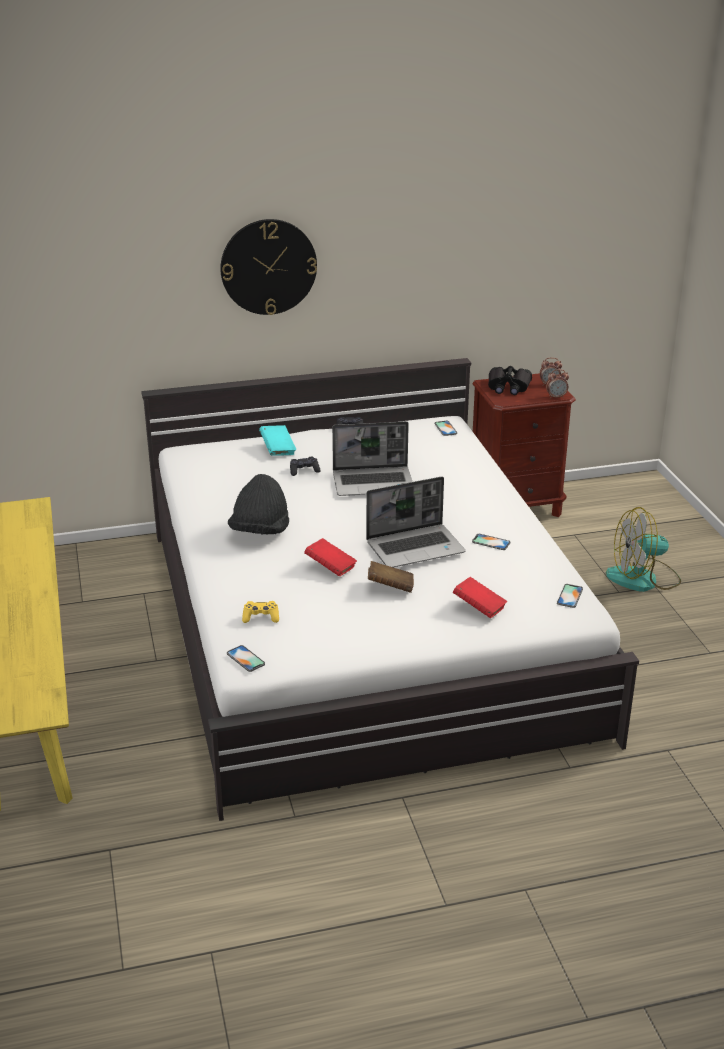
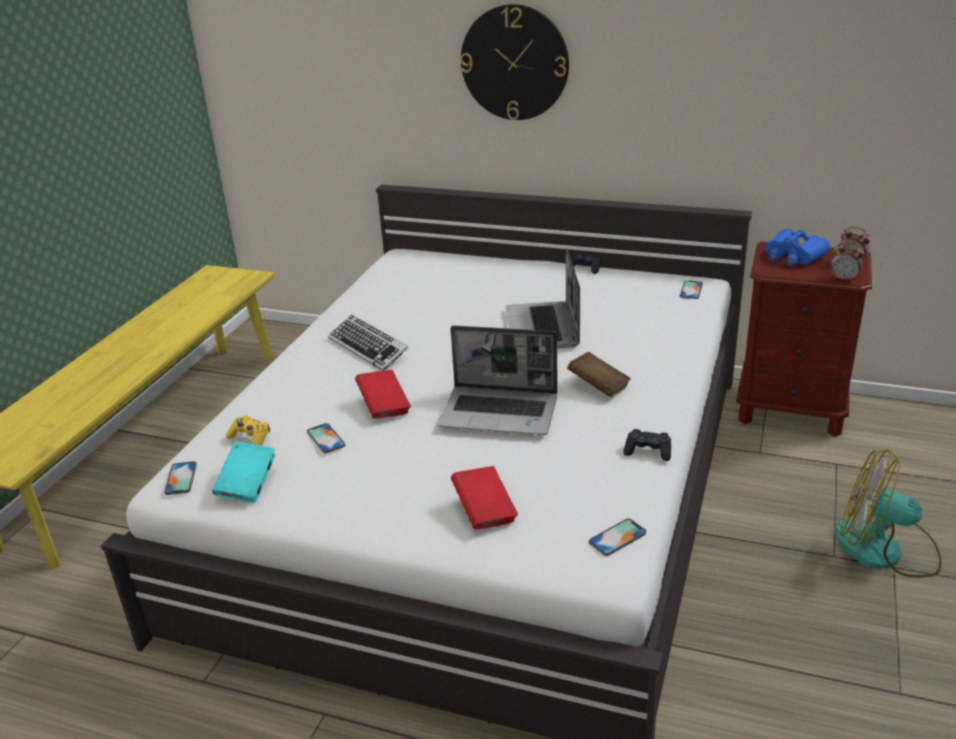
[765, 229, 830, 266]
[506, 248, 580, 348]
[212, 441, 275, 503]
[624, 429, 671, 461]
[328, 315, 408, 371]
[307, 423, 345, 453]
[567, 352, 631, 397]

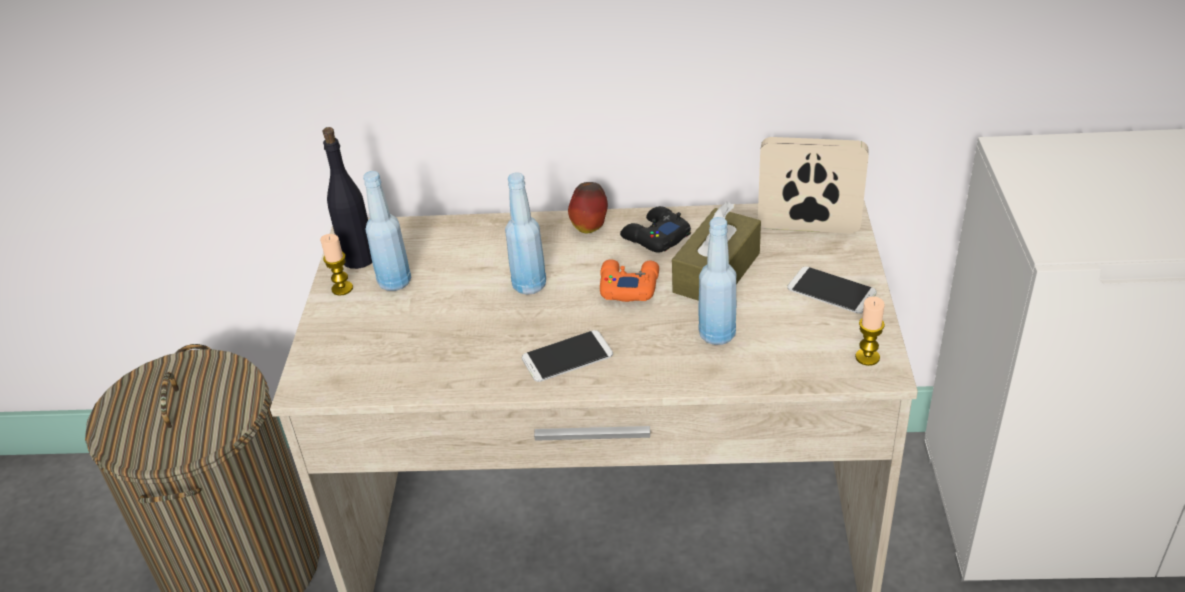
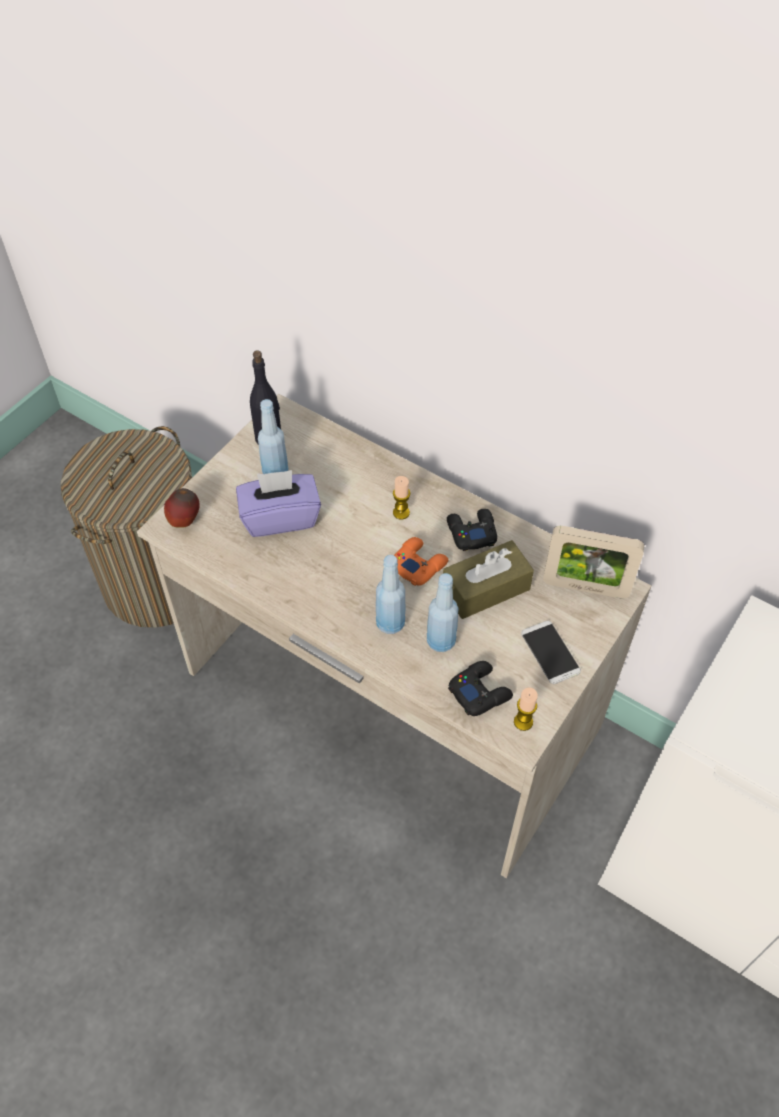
[543, 526, 644, 599]
[376, 555, 405, 634]
[164, 488, 200, 528]
[393, 476, 410, 520]
[522, 330, 613, 382] (first image)
[236, 470, 321, 537]
[448, 661, 513, 716]

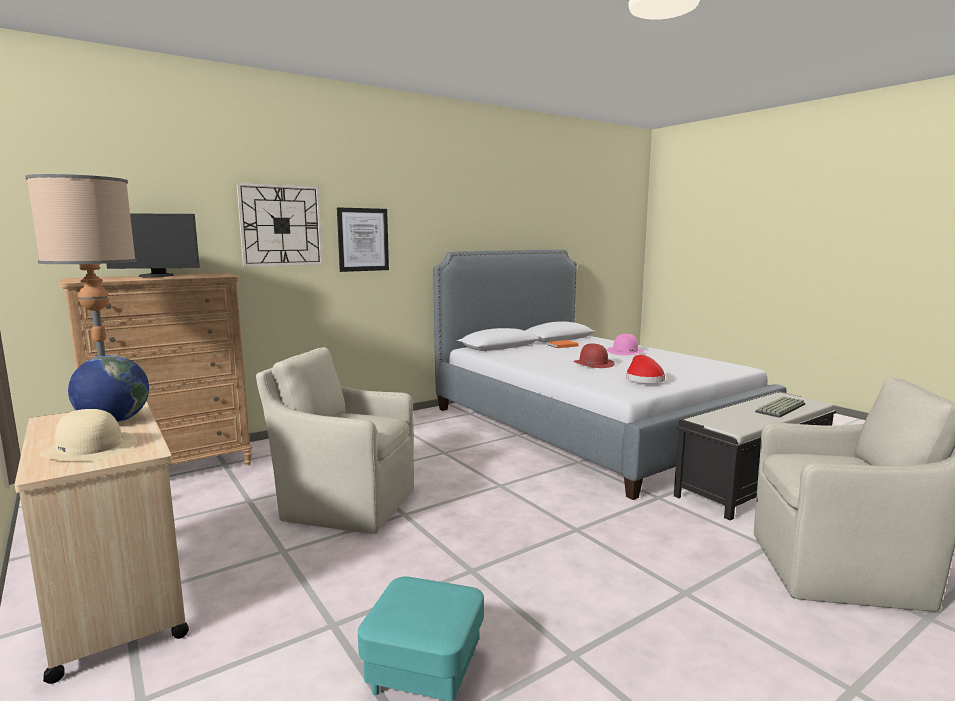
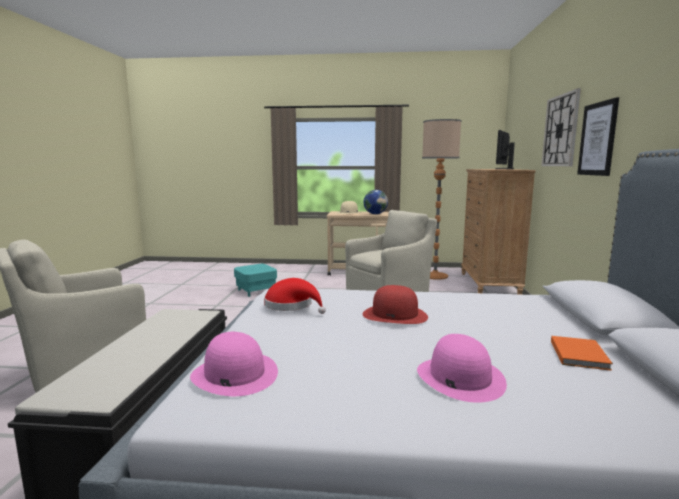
[755, 396, 805, 418] (first image)
[190, 332, 278, 396]

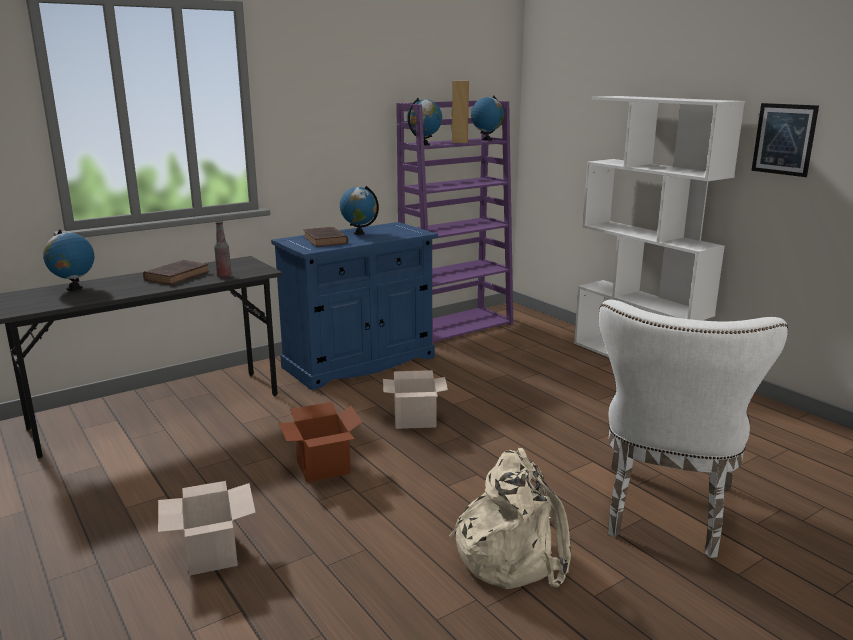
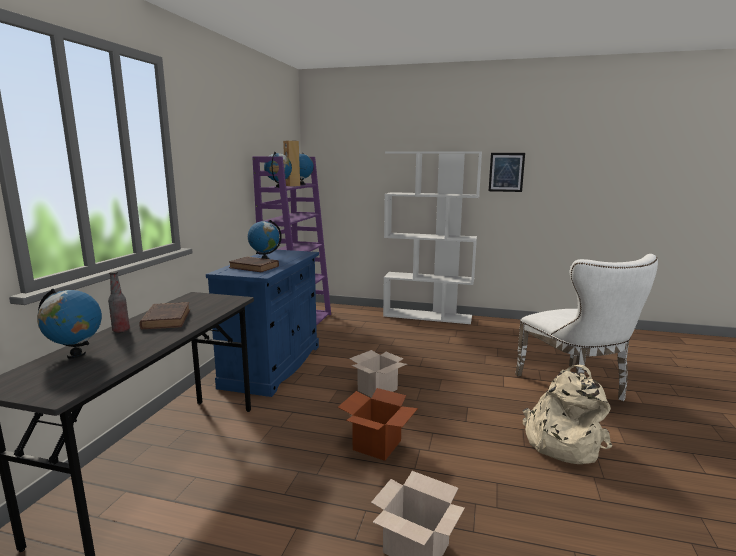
[108, 271, 130, 333]

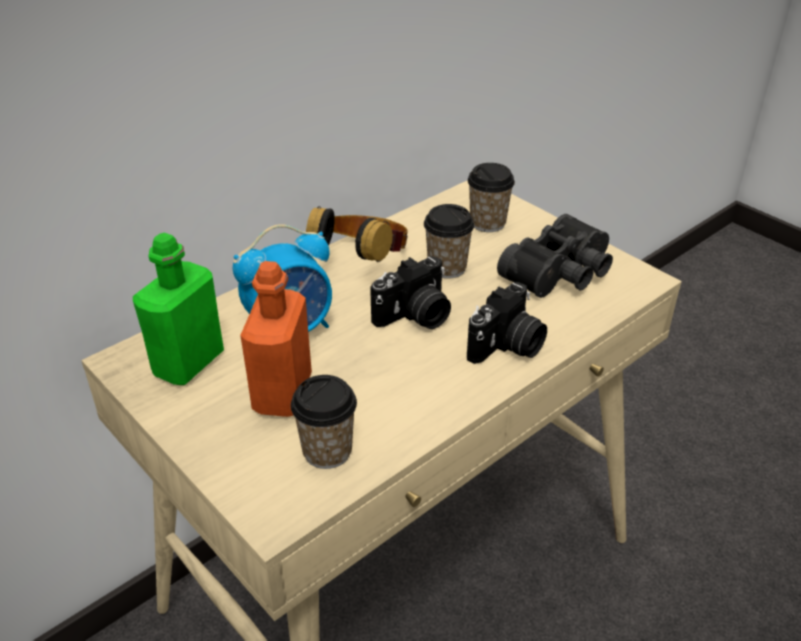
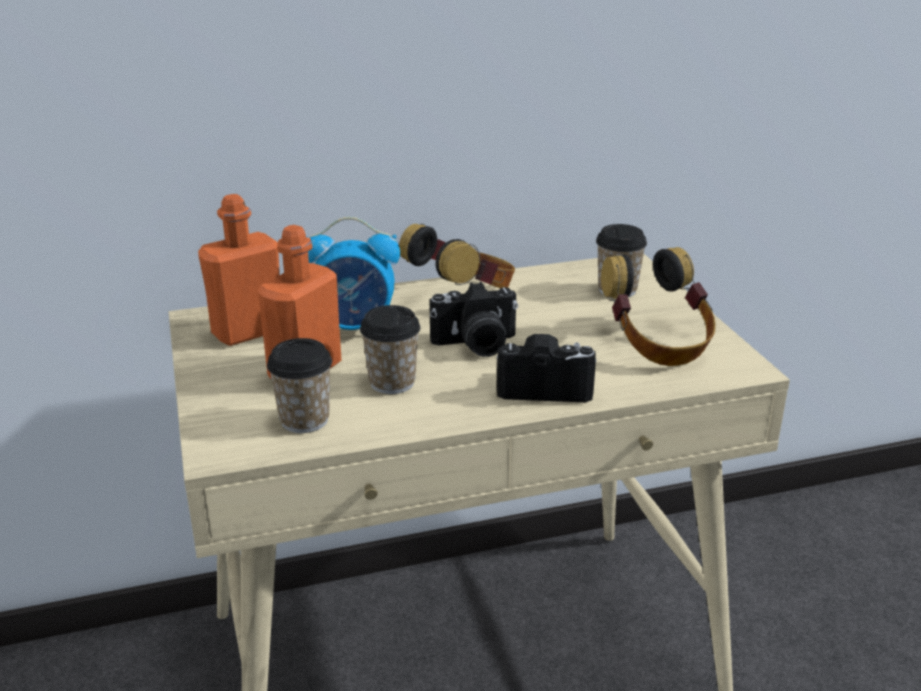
[360, 305, 421, 394]
[601, 247, 715, 366]
[198, 194, 280, 346]
[497, 334, 597, 402]

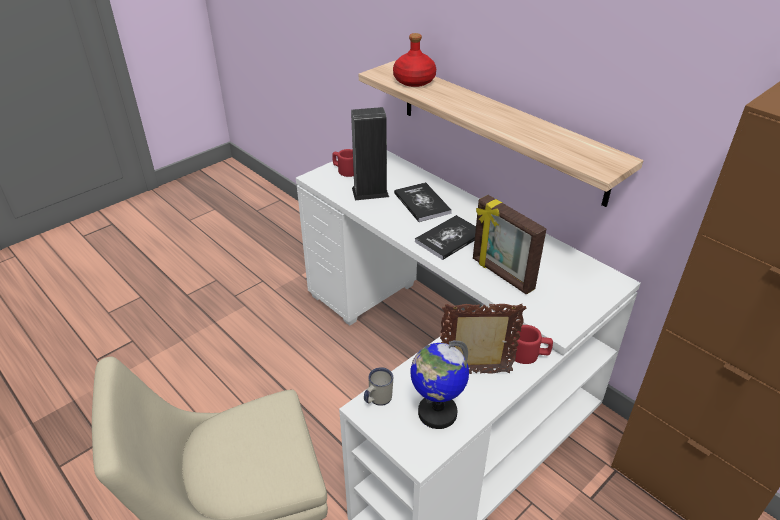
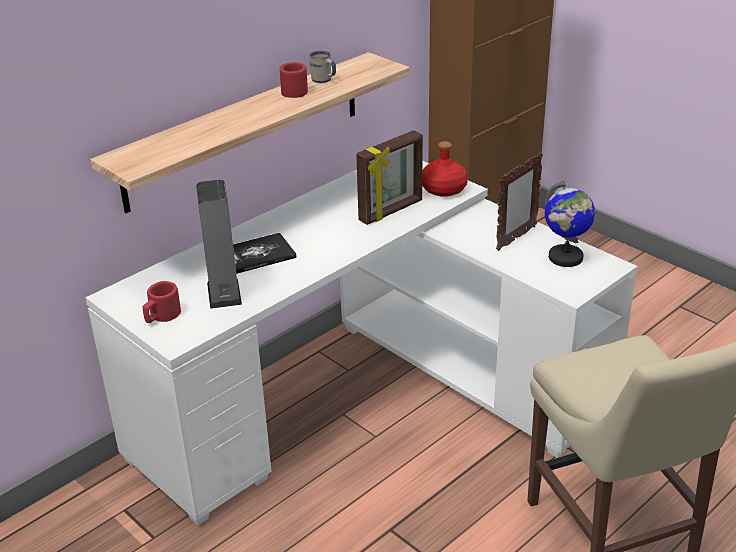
[422, 141, 468, 197]
[415, 215, 476, 260] (first image)
[496, 152, 543, 251]
[280, 62, 308, 98]
[309, 51, 336, 83]

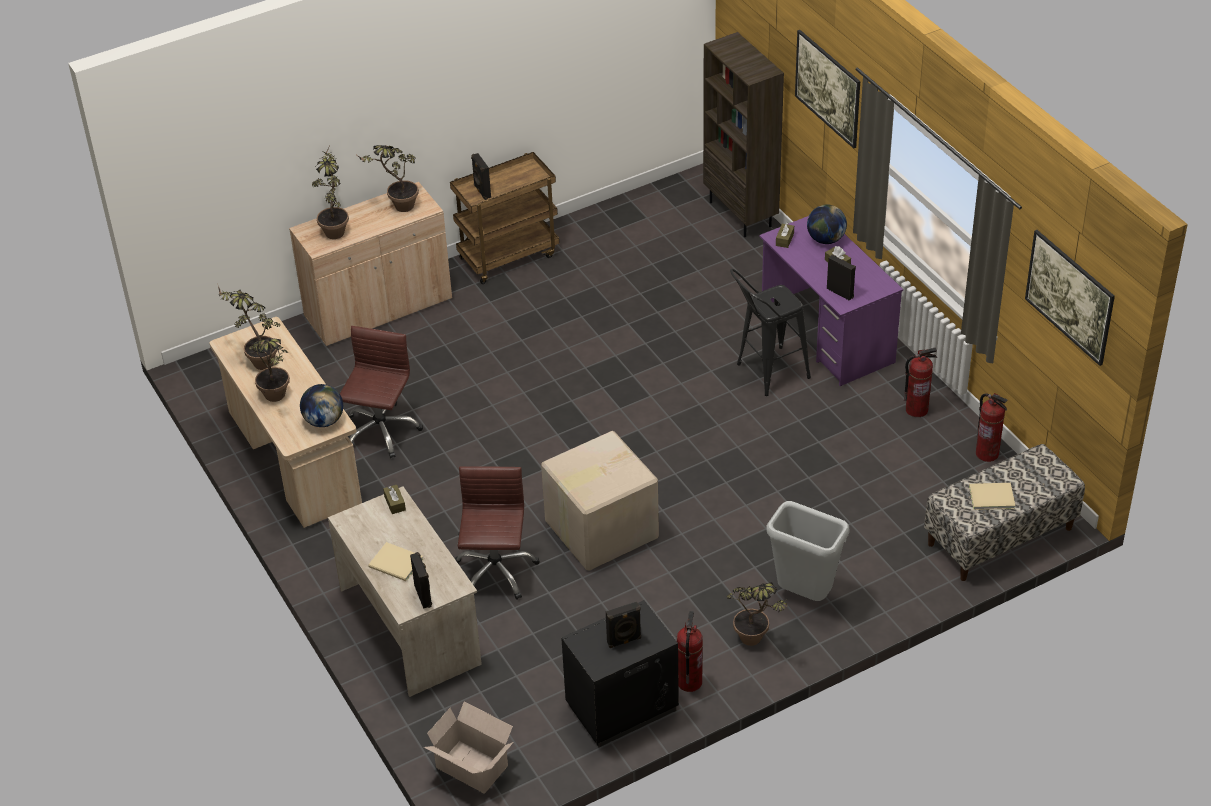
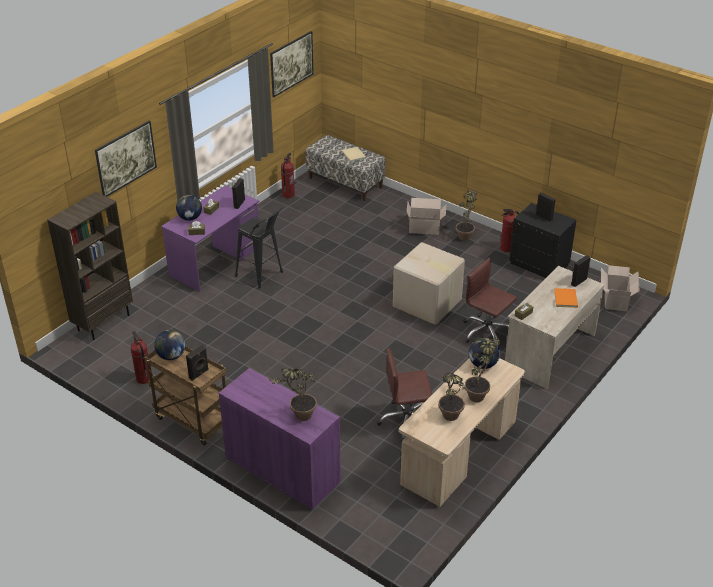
[357, 145, 419, 212] (first image)
[219, 368, 341, 510]
[131, 331, 150, 384]
[464, 258, 517, 347]
[406, 198, 446, 235]
[554, 288, 578, 308]
[154, 330, 185, 360]

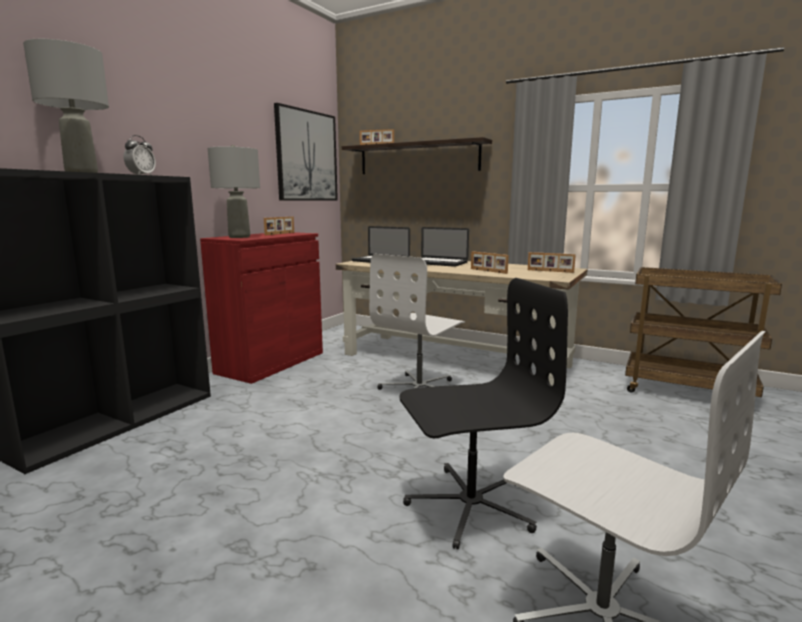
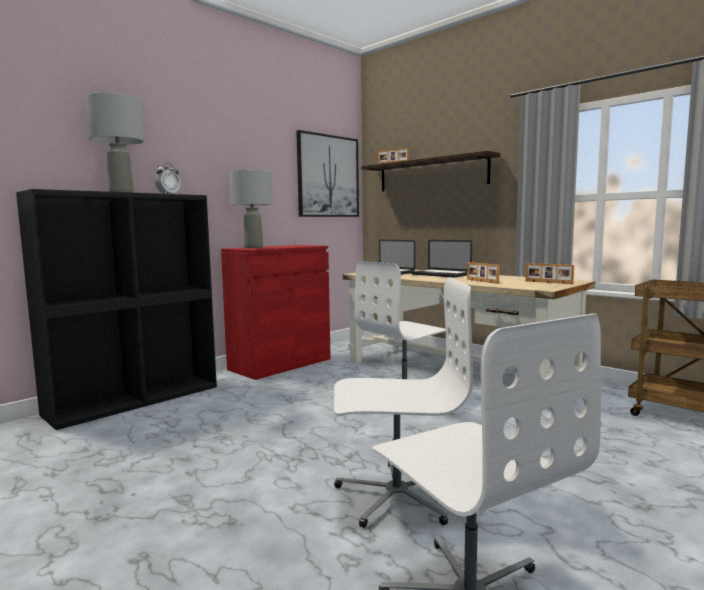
[264, 217, 294, 235] (first image)
[334, 277, 473, 528]

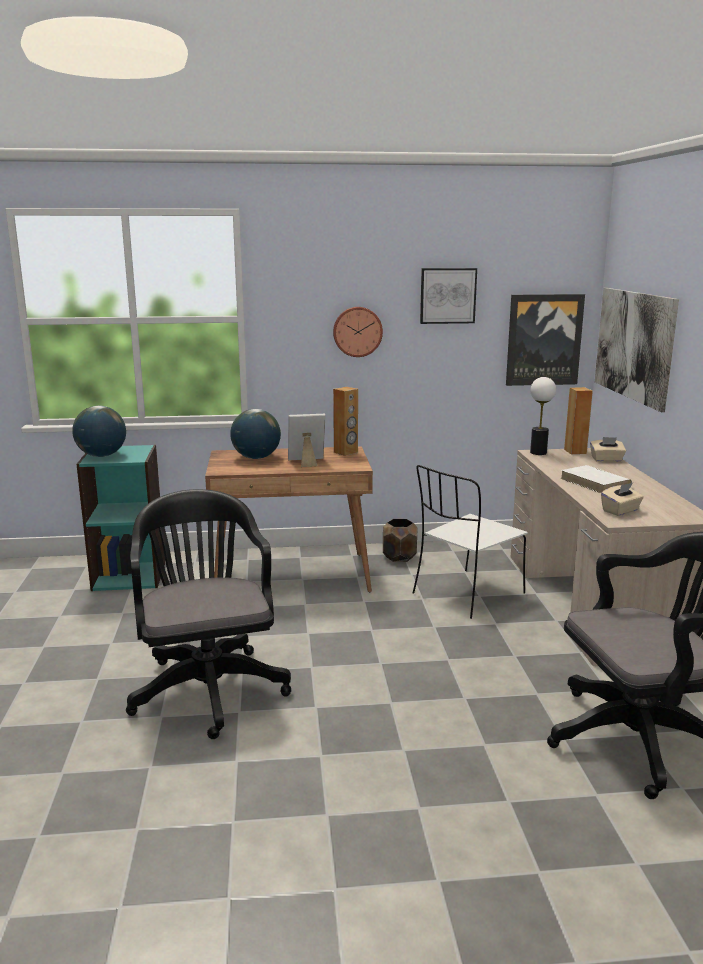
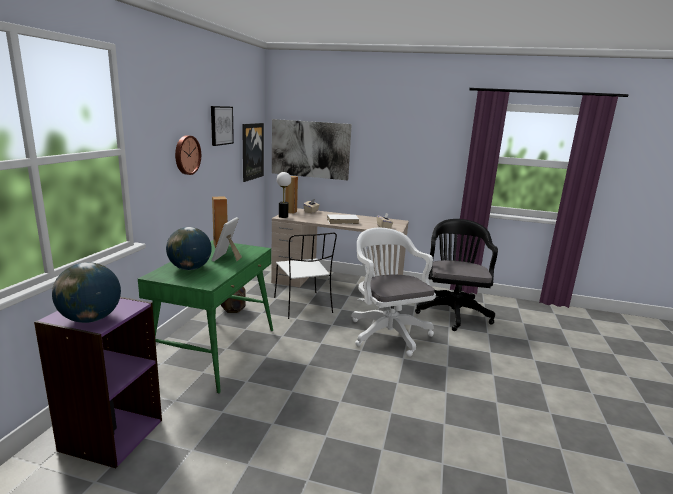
[34, 297, 162, 468]
[138, 240, 273, 393]
[126, 489, 291, 739] (first image)
[351, 228, 436, 357]

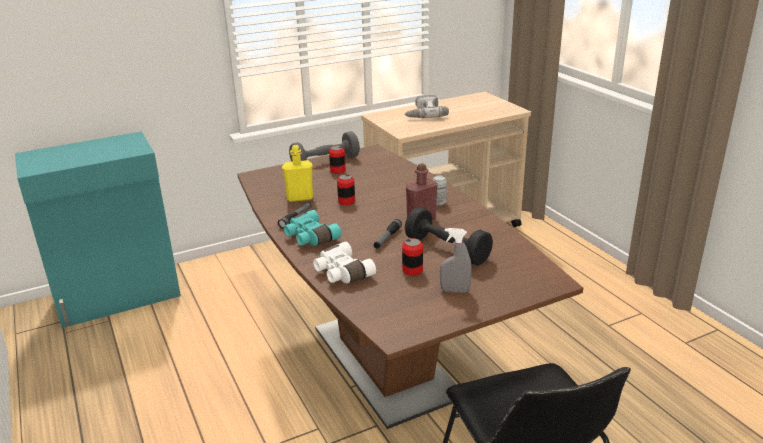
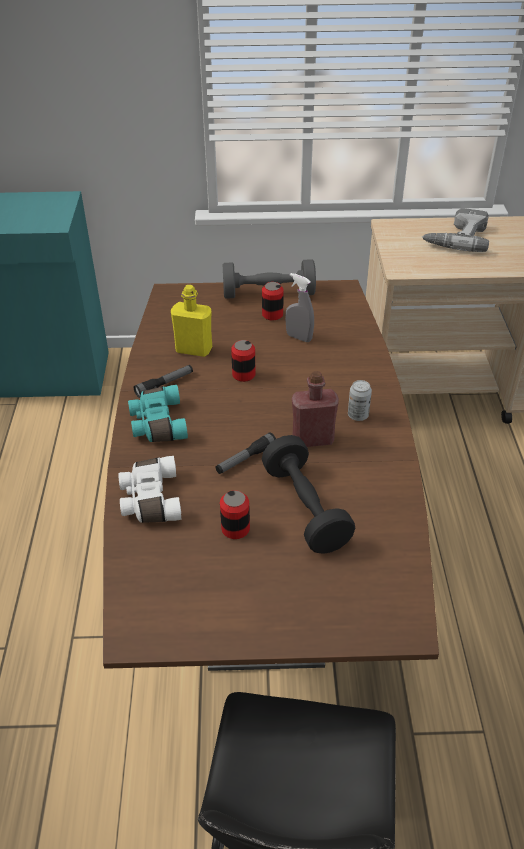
[286, 273, 314, 342]

